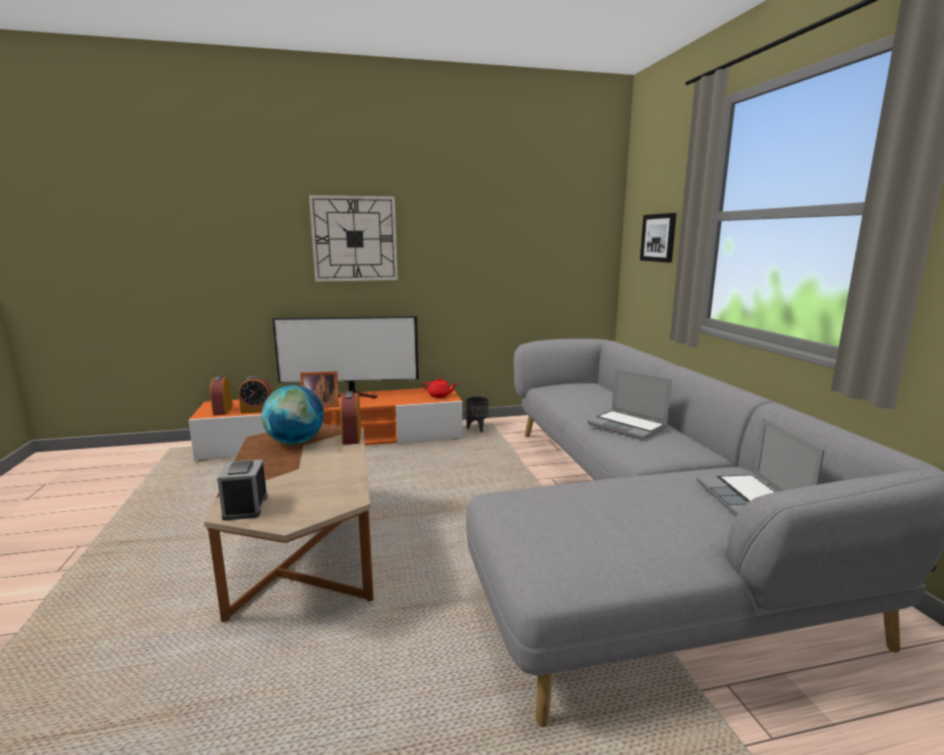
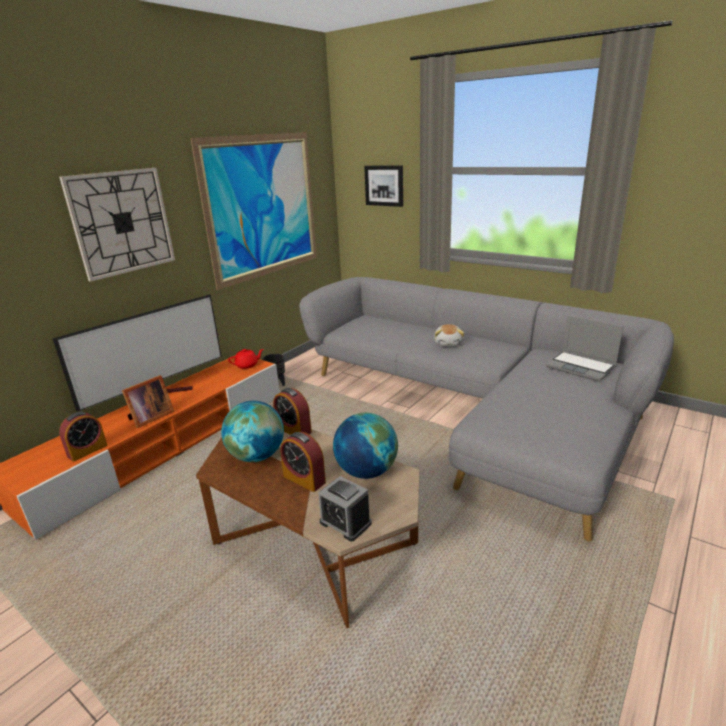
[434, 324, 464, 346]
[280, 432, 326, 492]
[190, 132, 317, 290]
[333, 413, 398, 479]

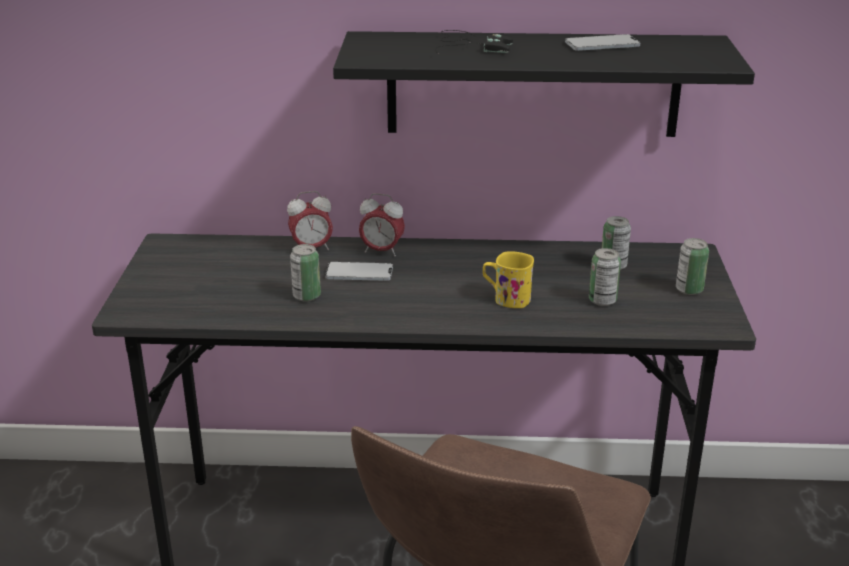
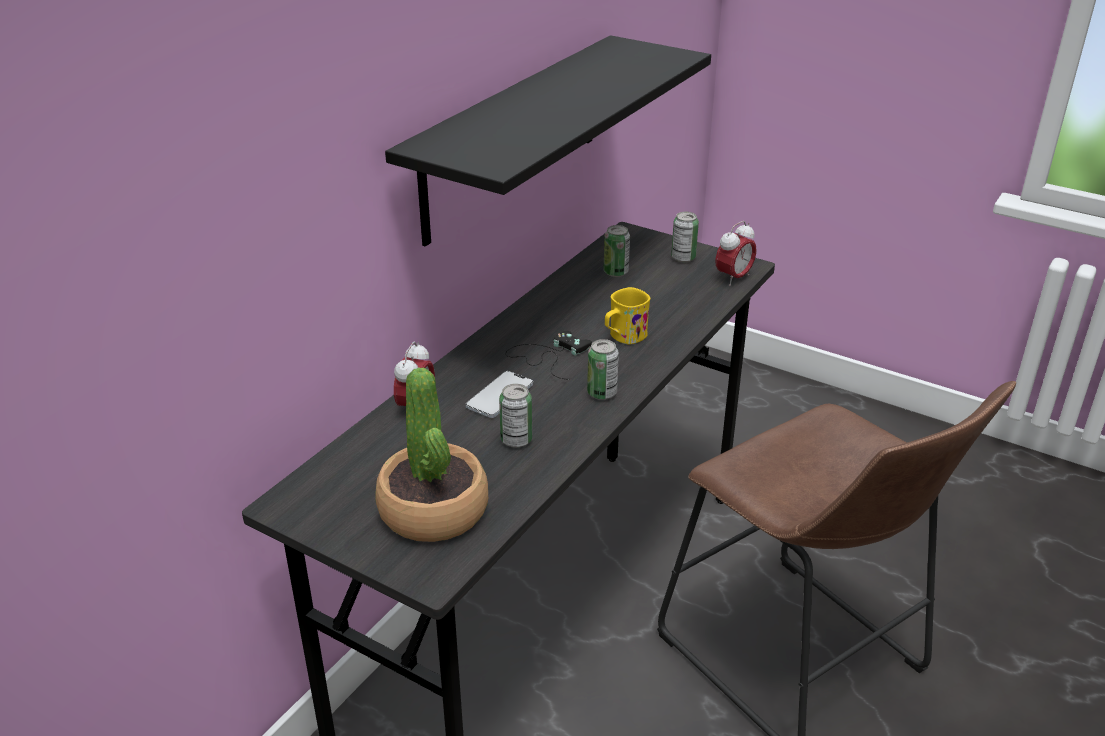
[505, 331, 592, 379]
[565, 34, 640, 51] (first image)
[715, 221, 756, 286]
[587, 339, 619, 400]
[375, 367, 488, 542]

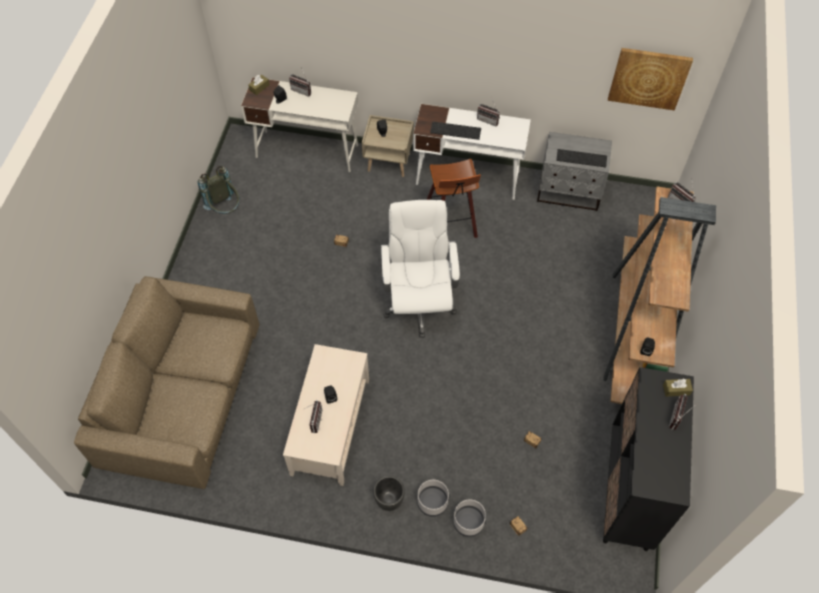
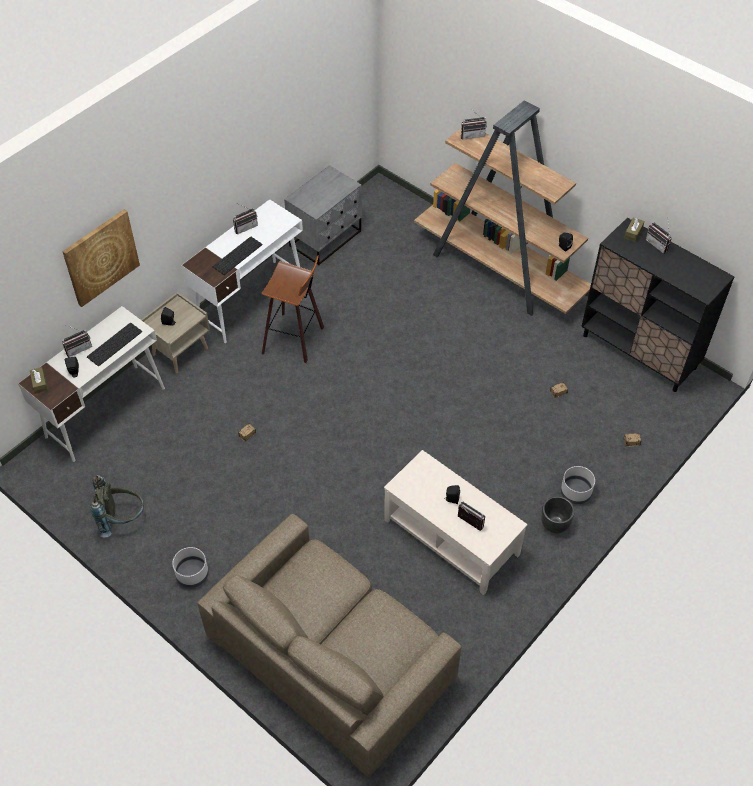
[62, 209, 140, 307]
[87, 323, 142, 366]
[381, 200, 460, 338] (first image)
[172, 547, 209, 588]

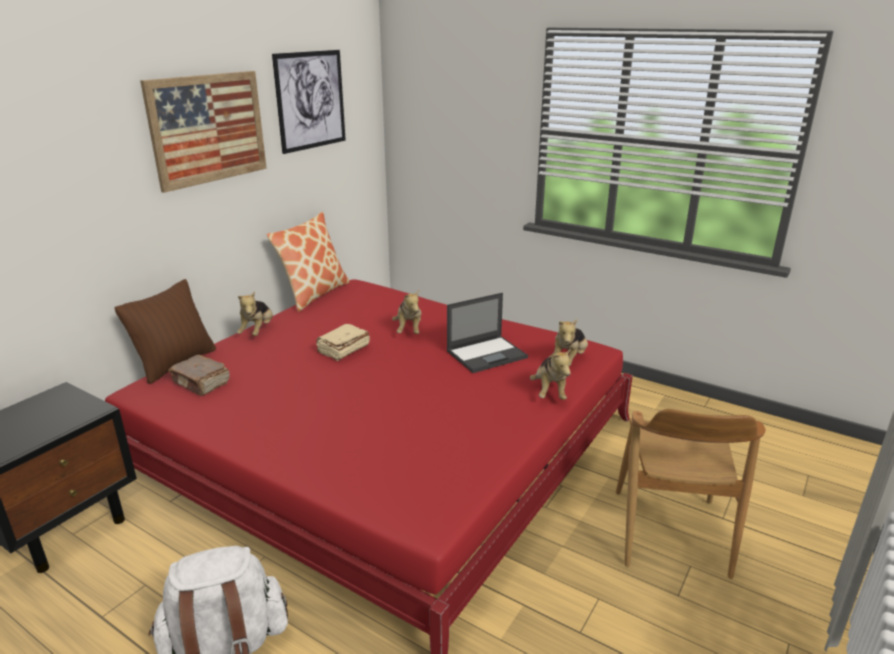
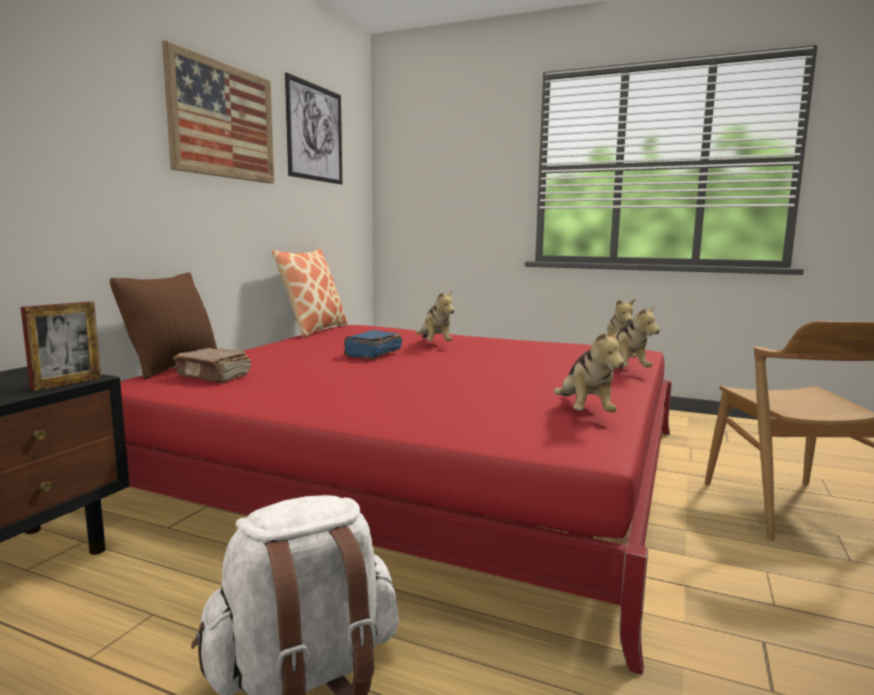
[554, 328, 624, 412]
[447, 293, 528, 373] (first image)
[344, 330, 402, 359]
[21, 301, 101, 391]

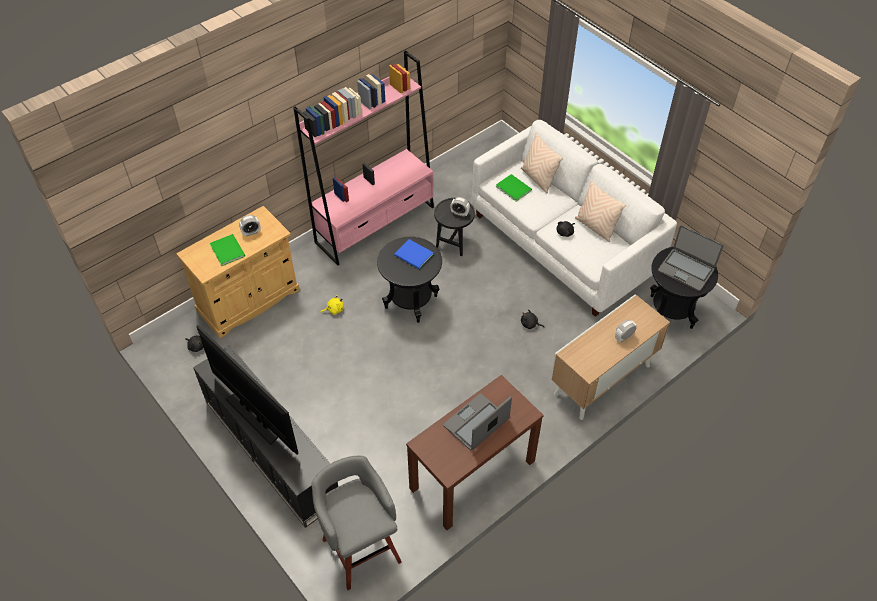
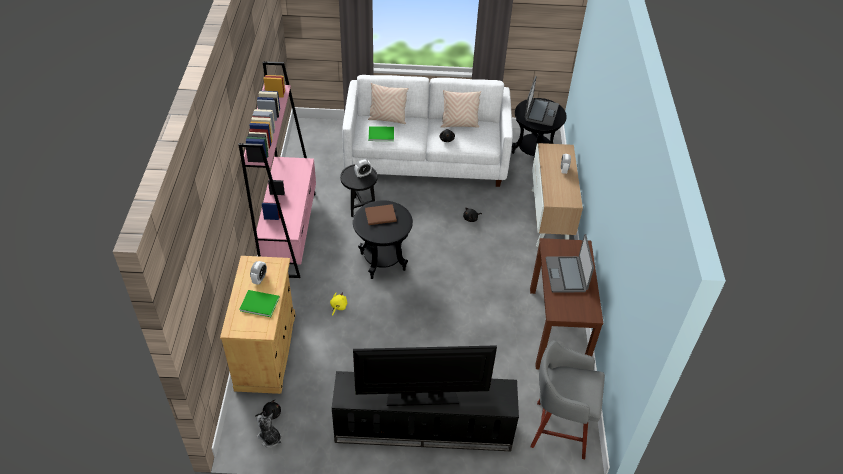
[525, 76, 559, 126]
[365, 204, 397, 225]
[256, 413, 281, 448]

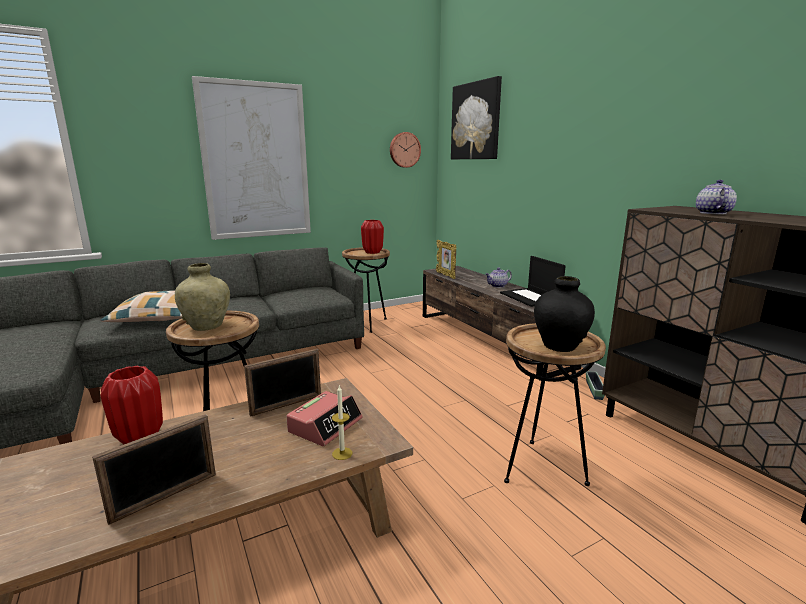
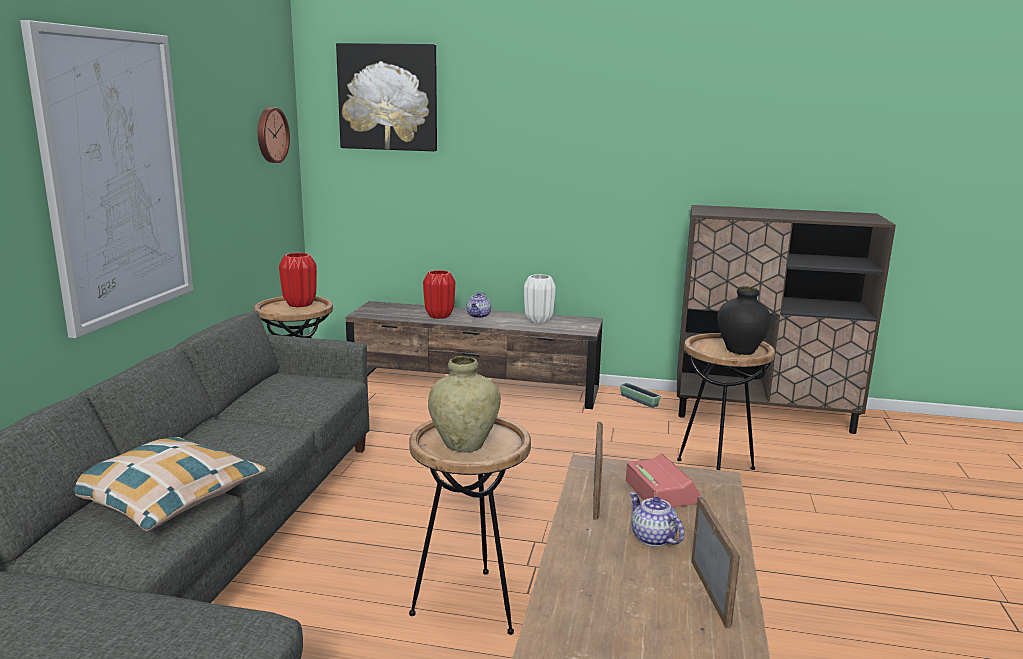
[630, 492, 684, 547]
[436, 240, 457, 279] (first image)
[524, 274, 556, 324]
[423, 270, 455, 319]
[332, 386, 352, 460] (first image)

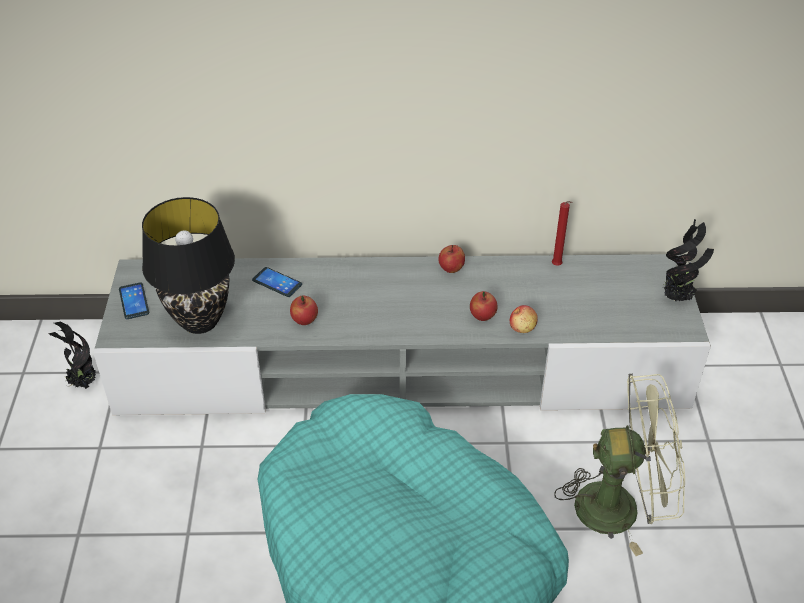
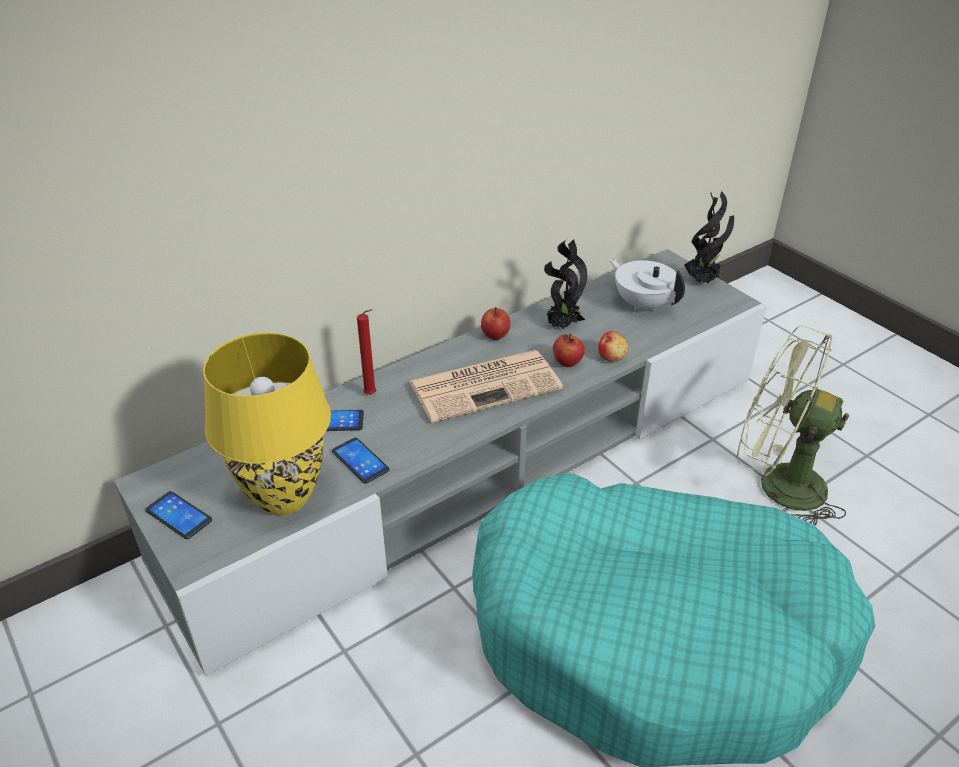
[203, 332, 331, 516]
[357, 309, 376, 395]
[290, 296, 318, 325] (first image)
[544, 239, 587, 329]
[736, 325, 849, 526]
[609, 258, 685, 311]
[409, 350, 563, 422]
[332, 437, 390, 484]

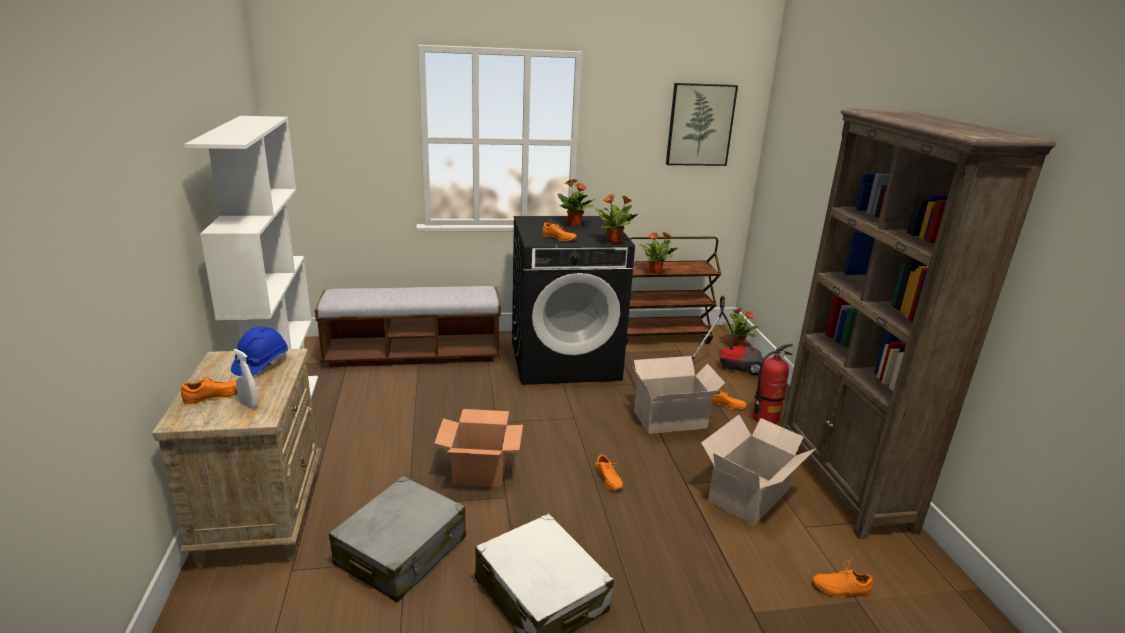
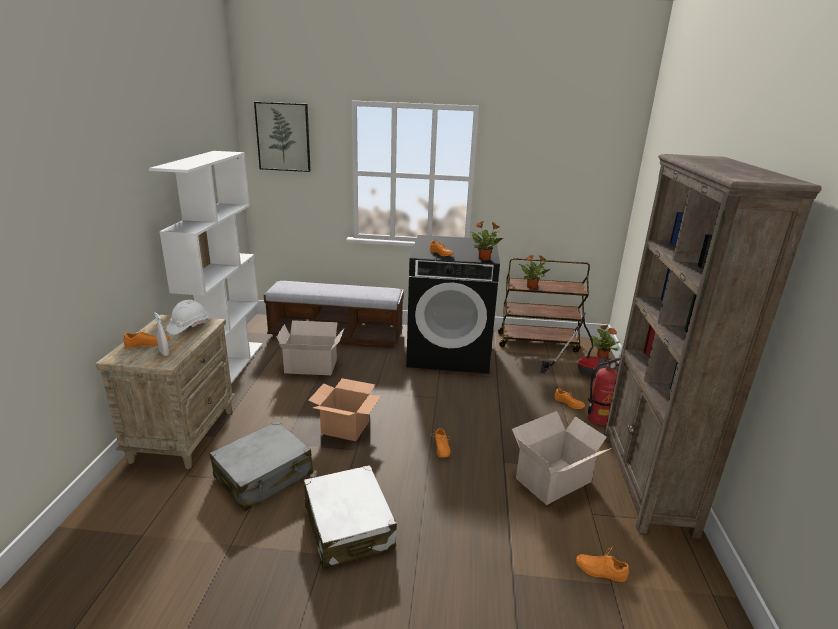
[254, 102, 311, 172]
[557, 179, 595, 226] (first image)
[166, 300, 208, 335]
[277, 320, 344, 375]

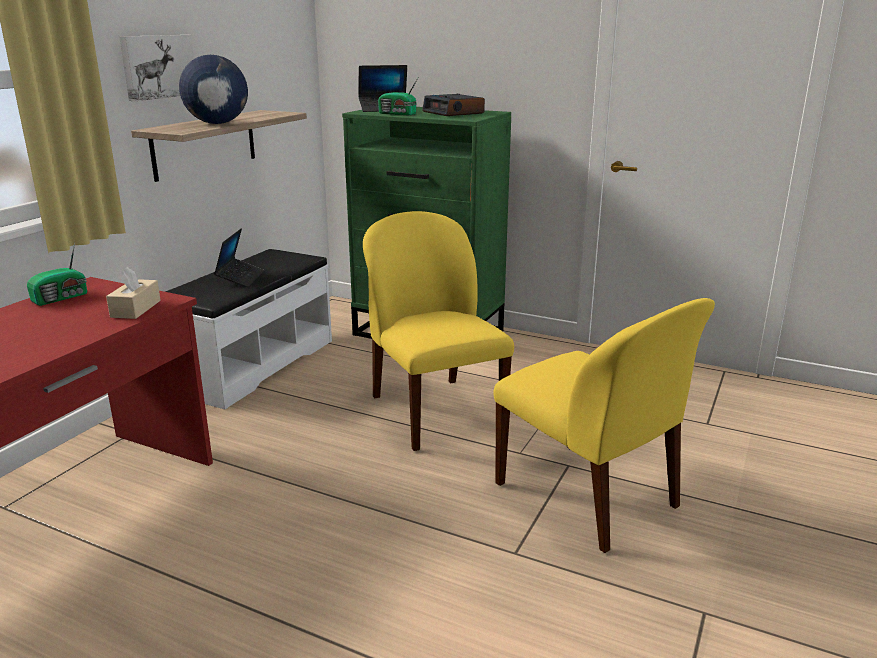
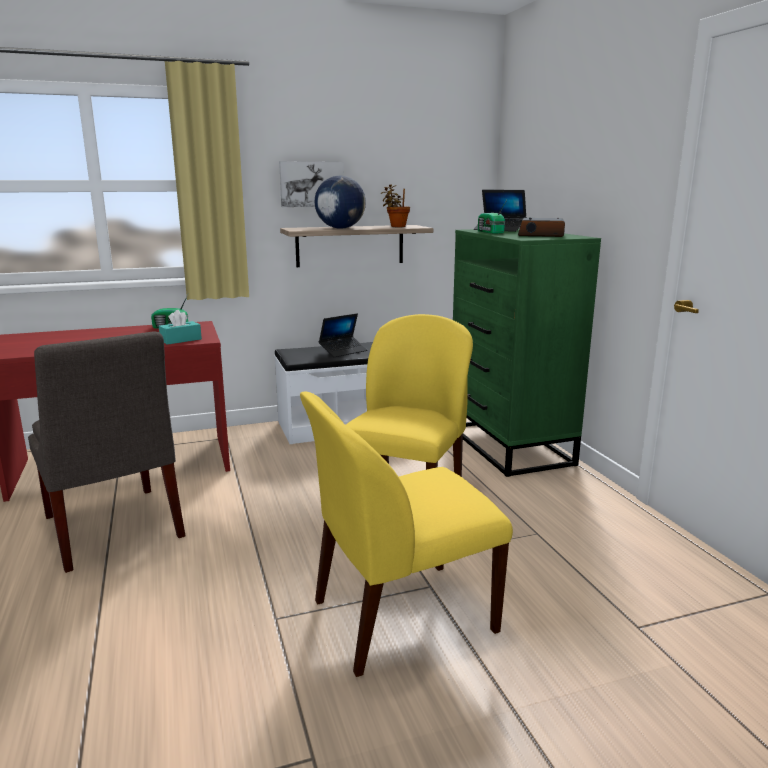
[159, 310, 202, 345]
[300, 392, 513, 677]
[381, 184, 410, 227]
[28, 331, 185, 573]

